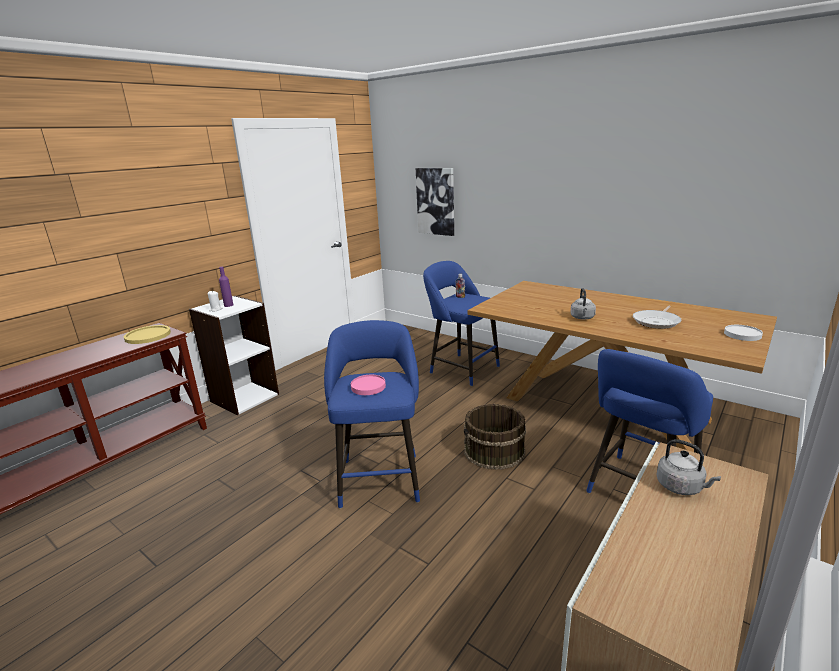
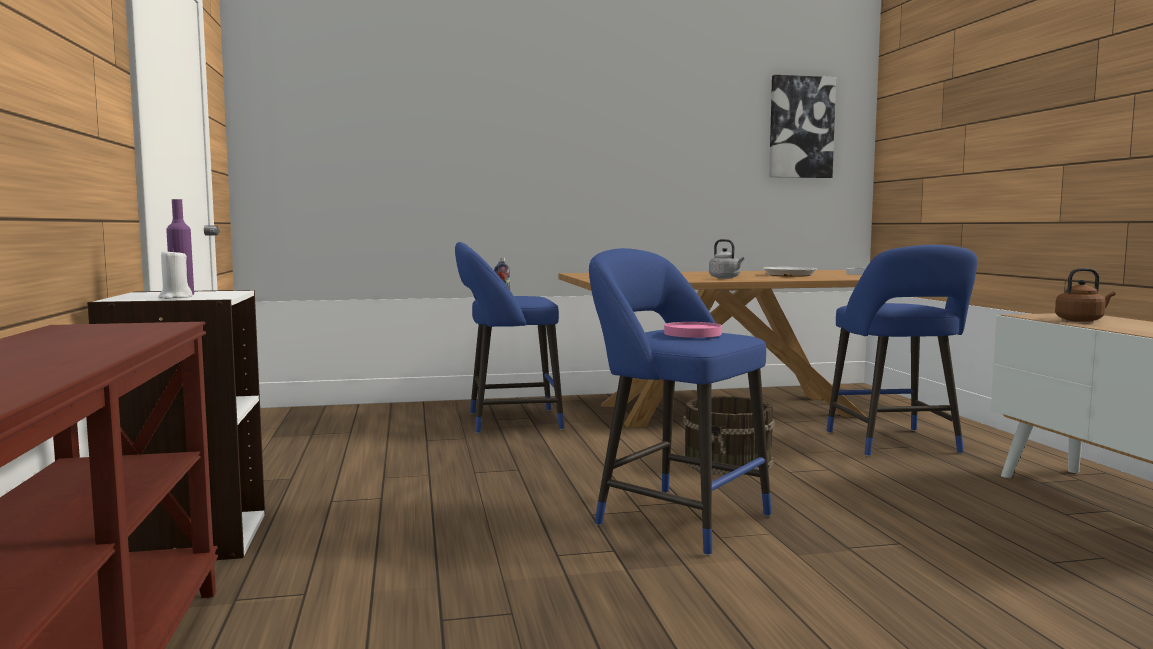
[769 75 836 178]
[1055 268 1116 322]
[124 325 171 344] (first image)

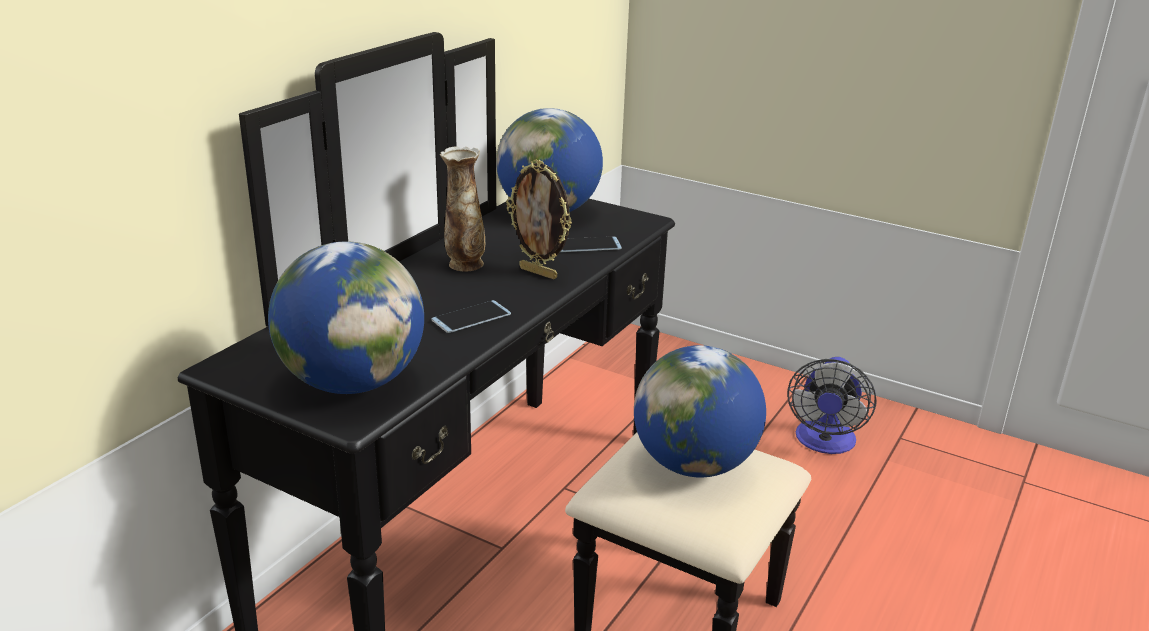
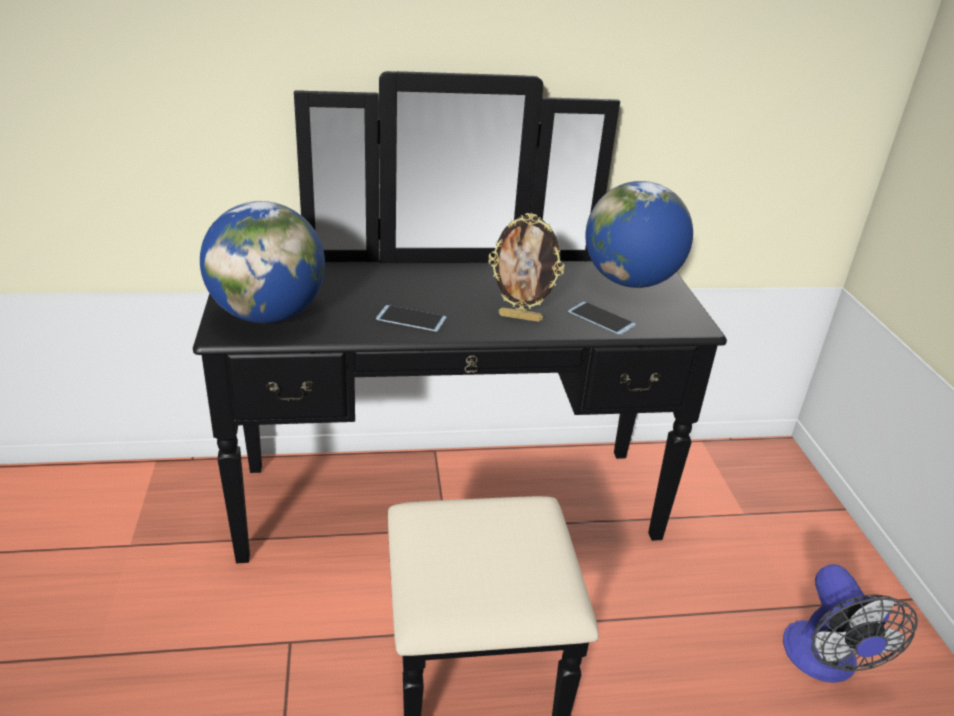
[488 213 565 322]
[783 564 918 683]
[439 147 485 271] (first image)
[634 345 766 477] (first image)

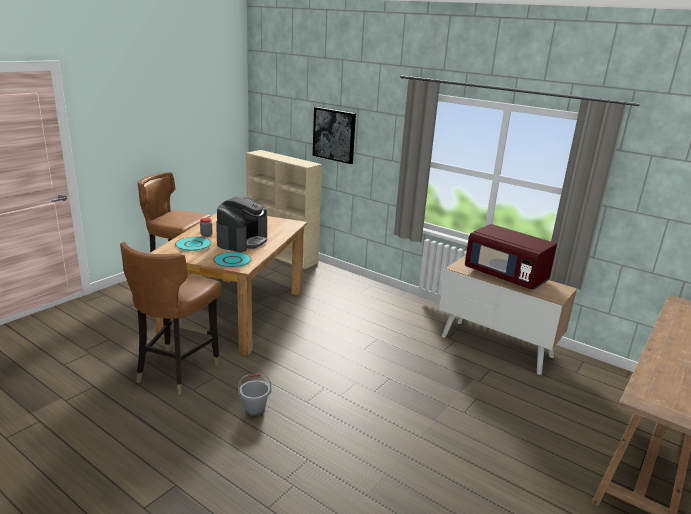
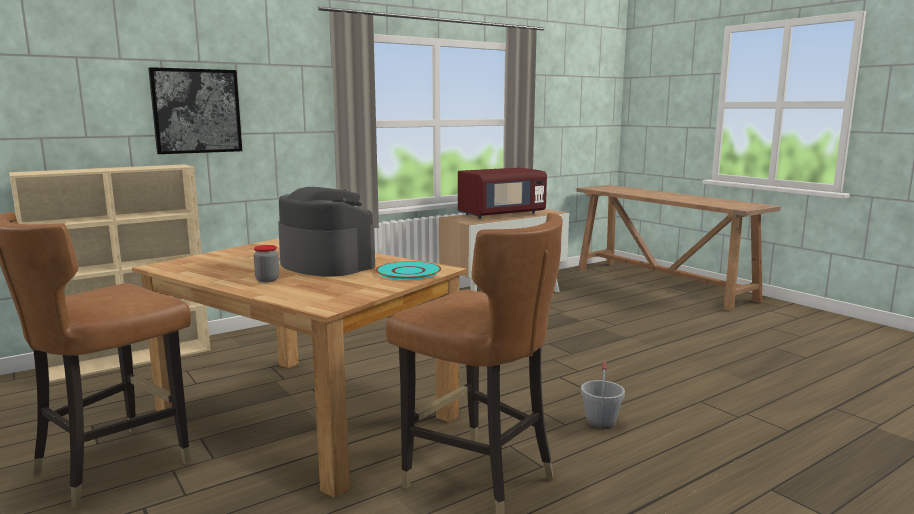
[175 237 212 251] (first image)

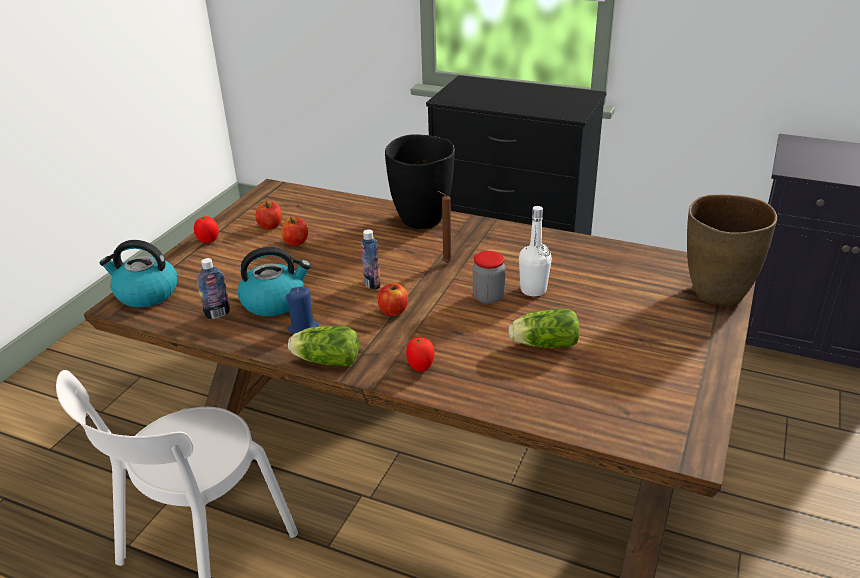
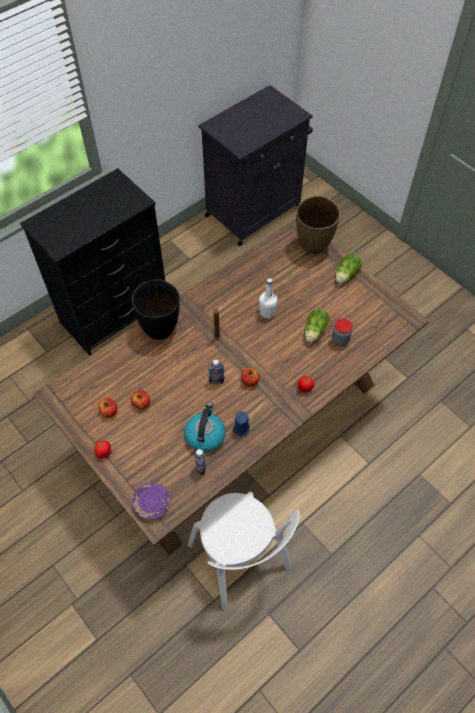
[132 483 170 519]
[332 318 353 346]
[335 254 362 283]

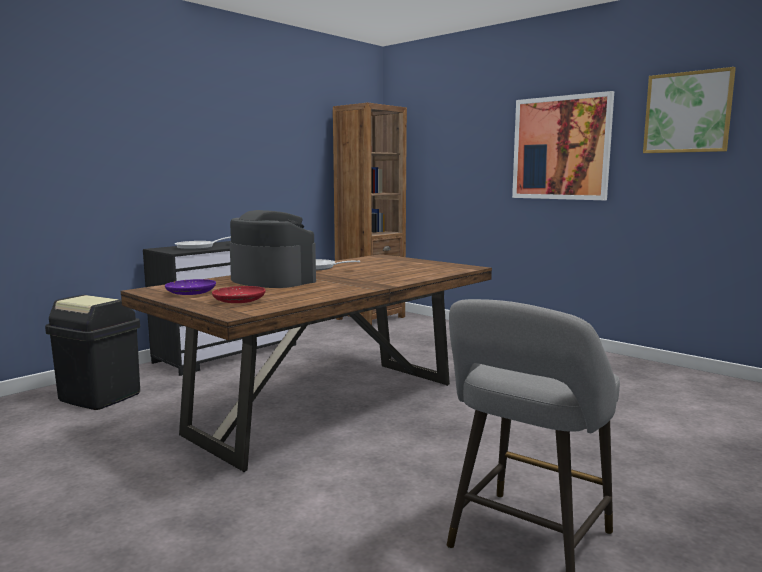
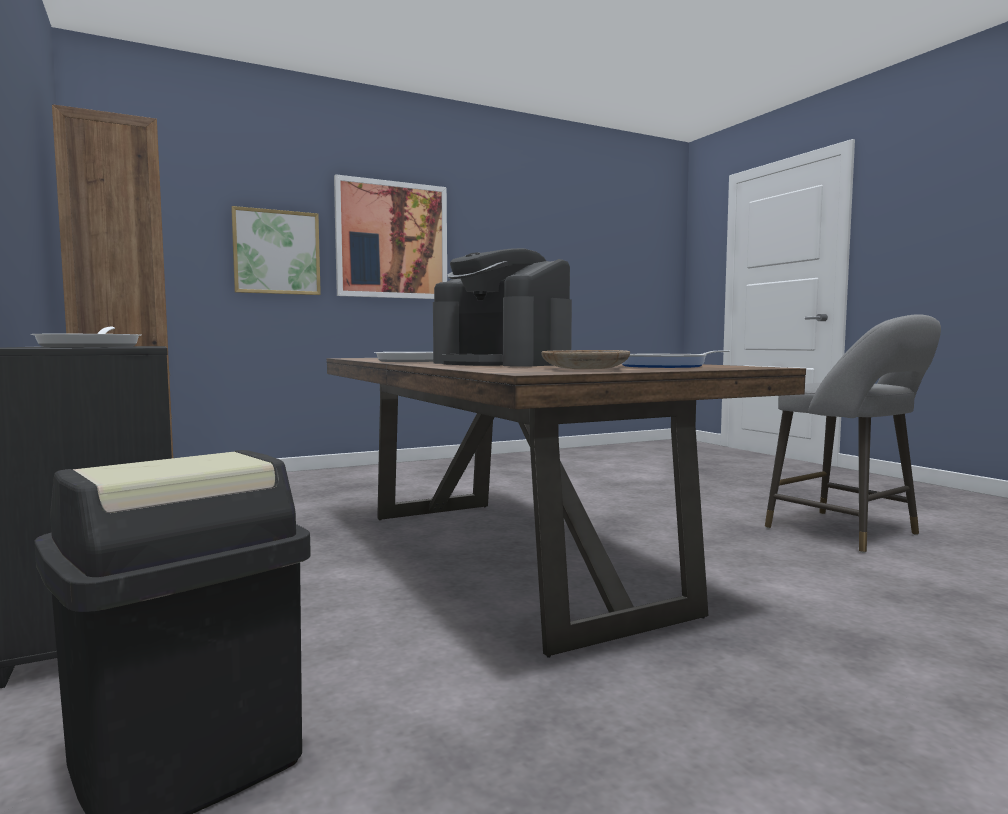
[231 206 321 295]
[433 248 572 367]
[541 350 630 369]
[622 351 730 368]

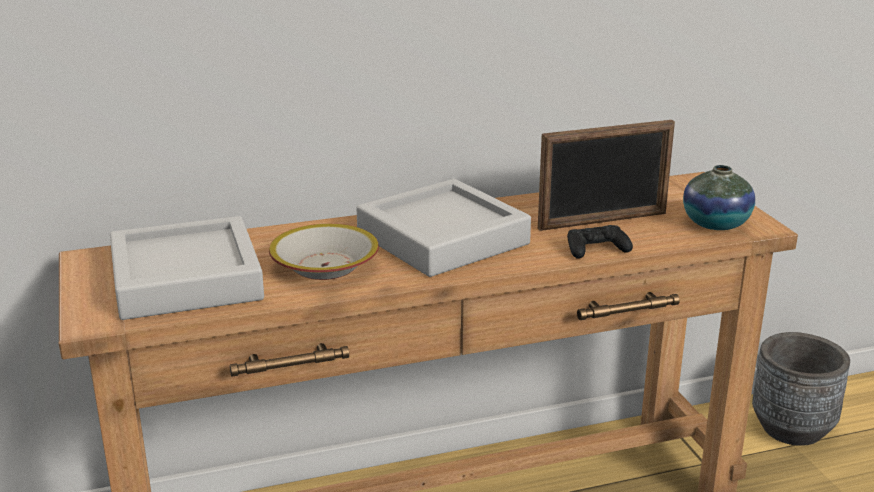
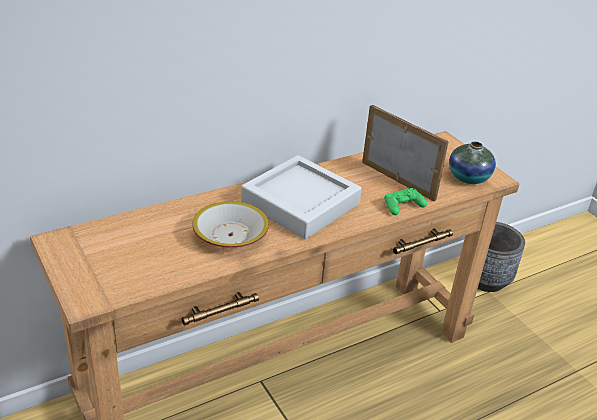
[362 105 449 201]
[384 188 427 215]
[110 216 264 320] (first image)

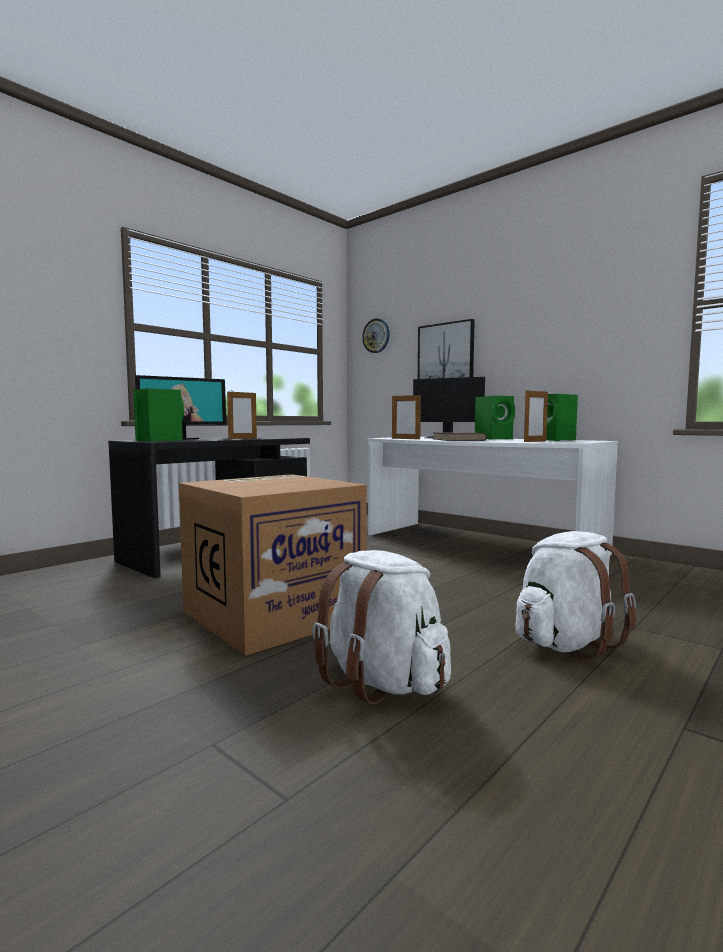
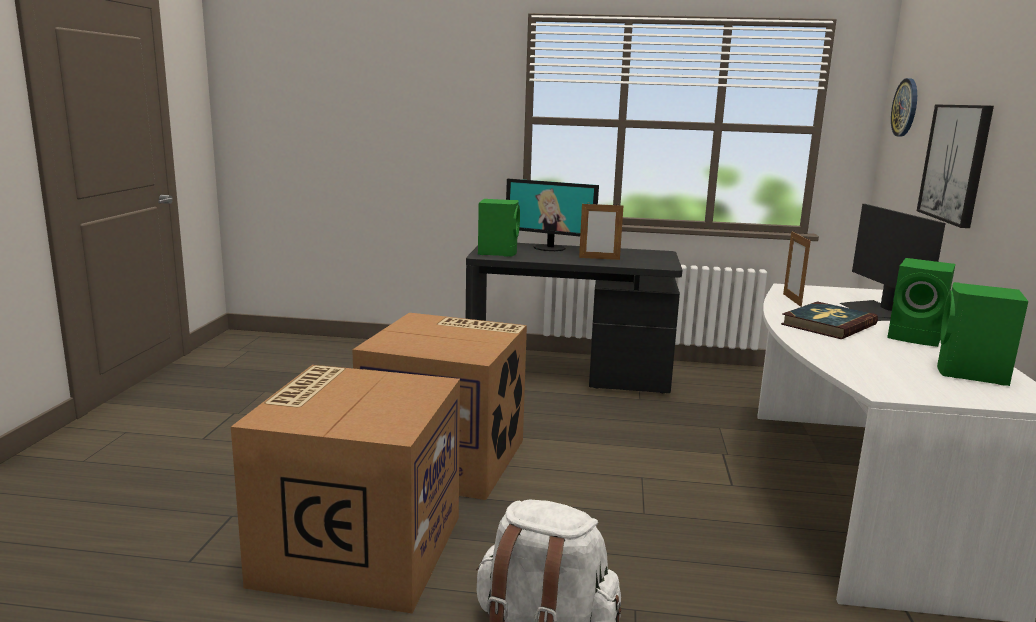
[231 365 460 613]
[524 390 548 442] (first image)

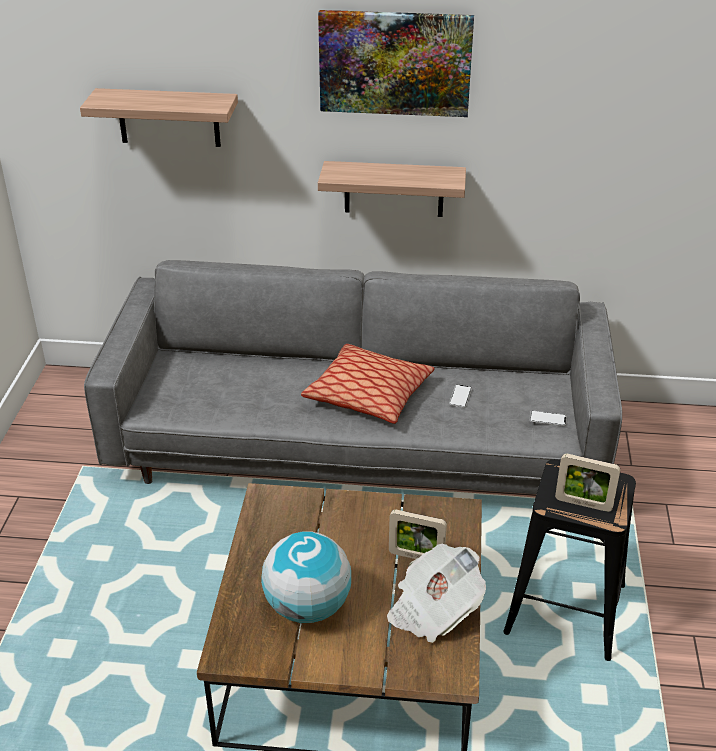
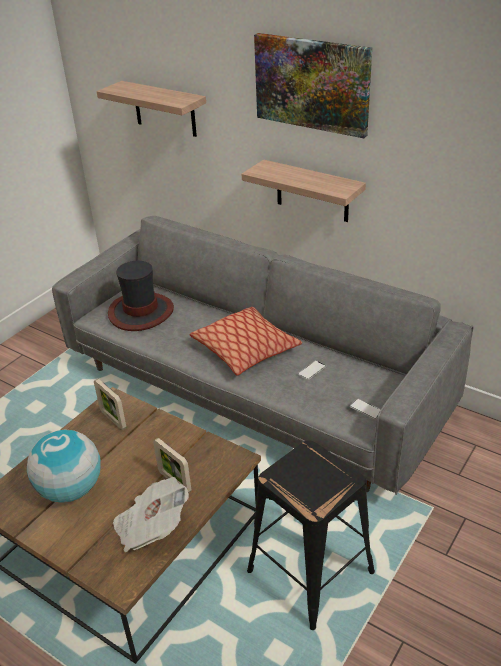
[94 379 126 430]
[108 261 174 331]

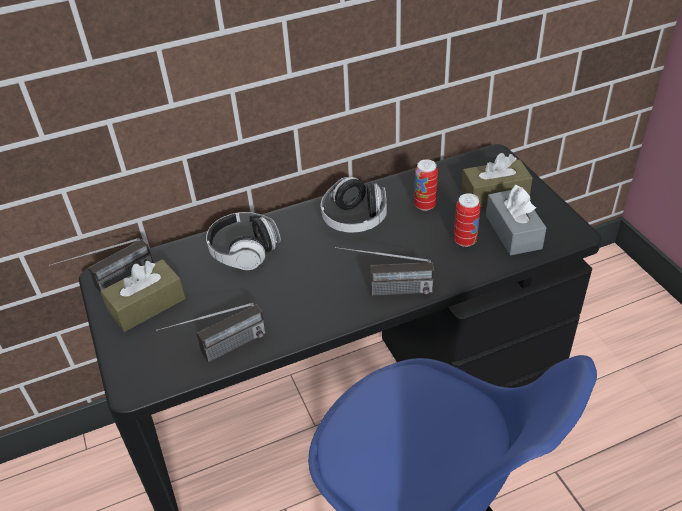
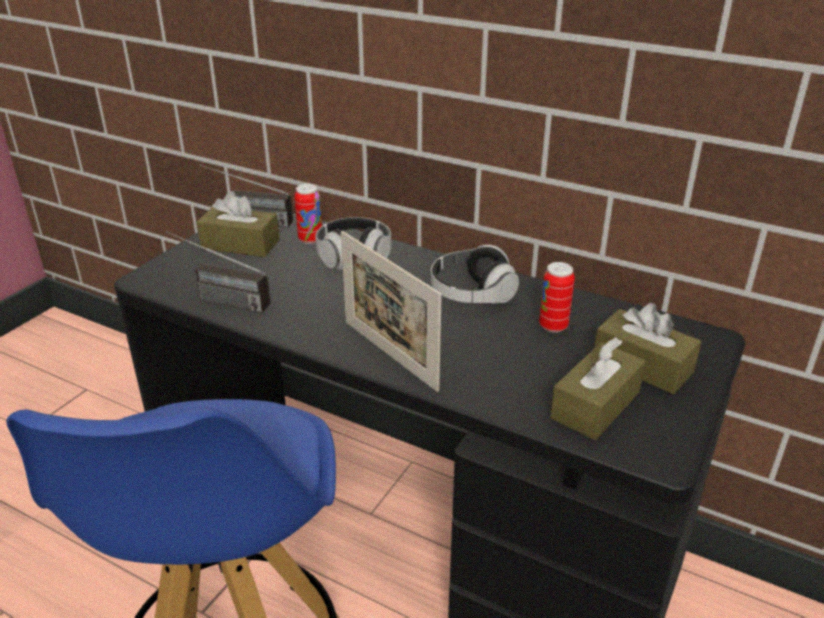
[294 184 322 244]
[341 231 442 392]
[550 337 646 440]

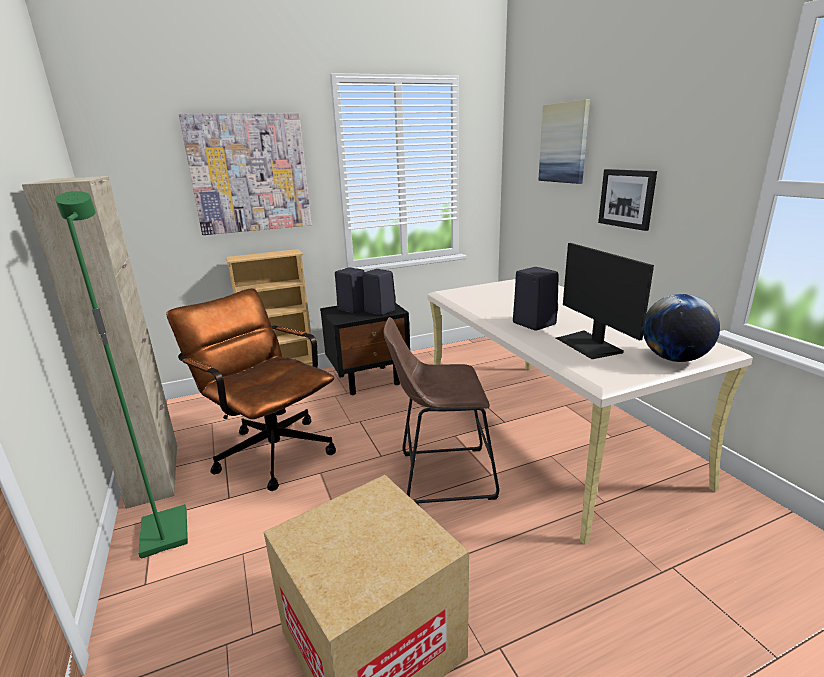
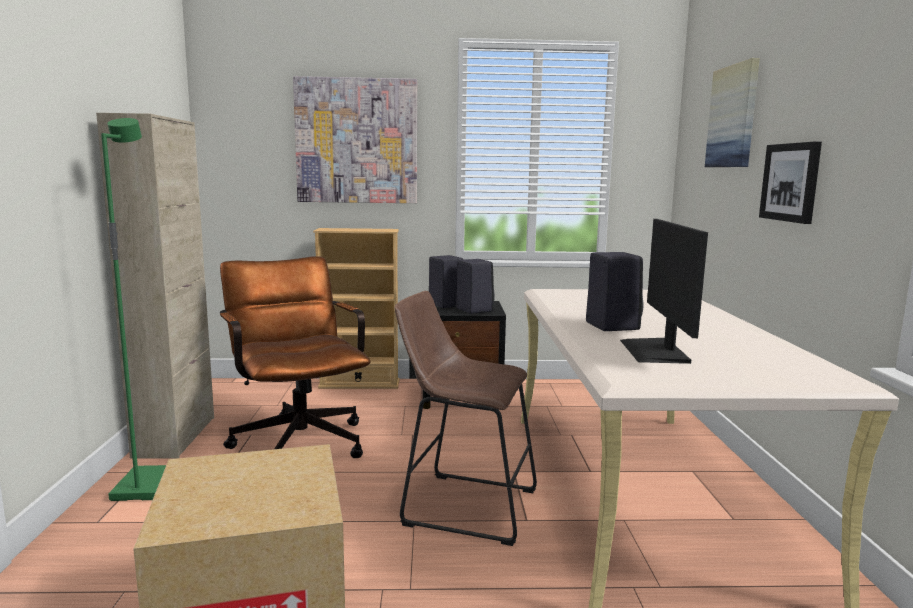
[643 294 720 362] (first image)

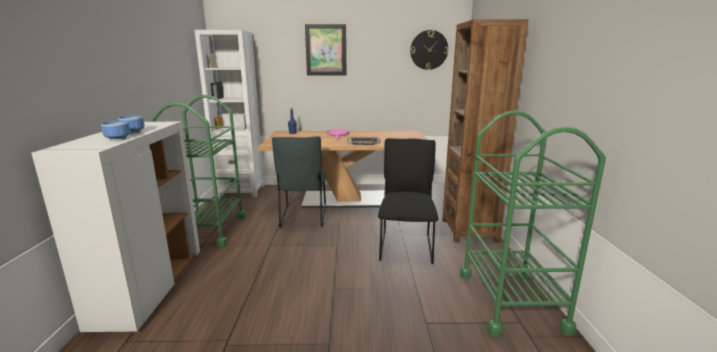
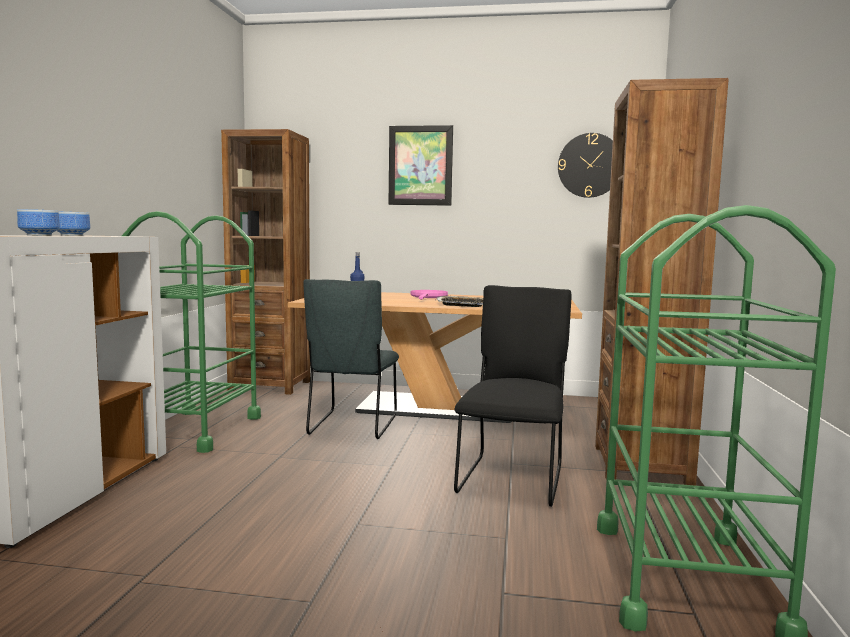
[221 129 310 395]

